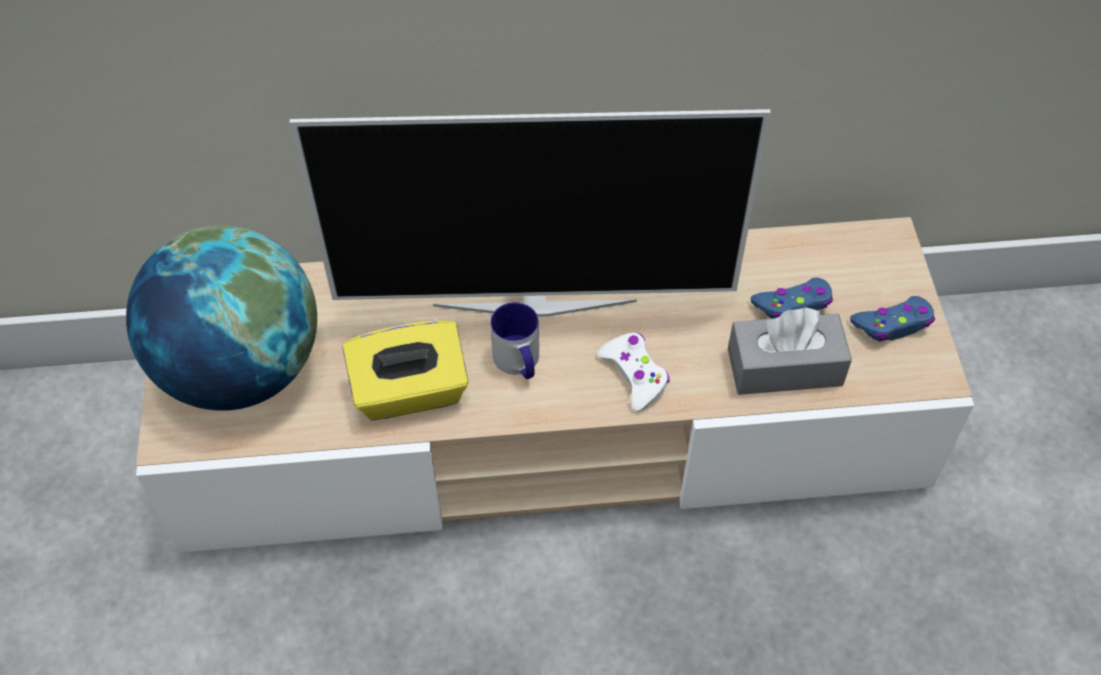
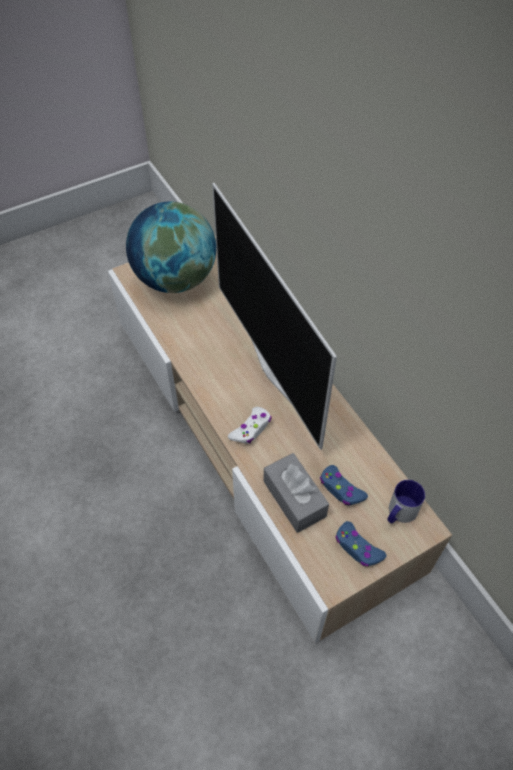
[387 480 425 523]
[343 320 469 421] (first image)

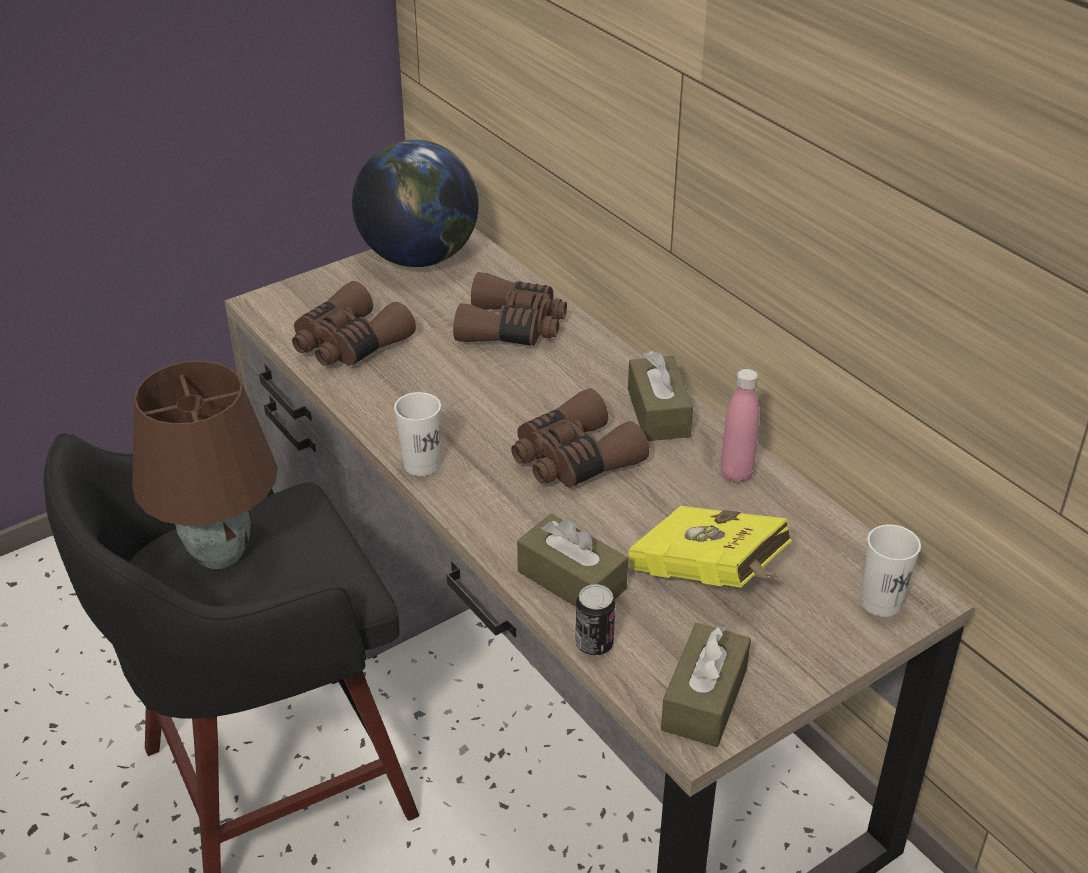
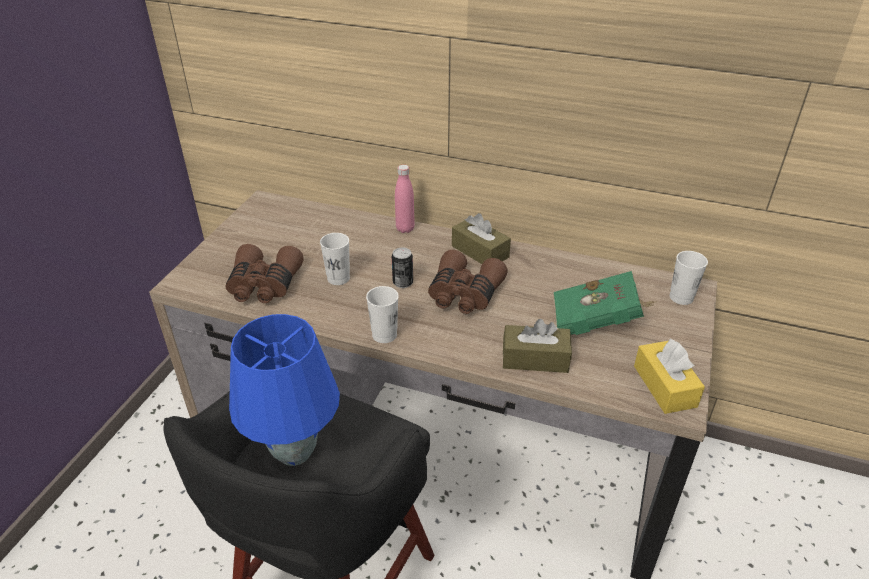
[229 314 340 466]
[320 233 350 285]
[392 247 413 288]
[395 165 415 233]
[554 271 657 335]
[634 339 705 414]
[352 140 479 267] (first image)
[453 272 567 346] (first image)

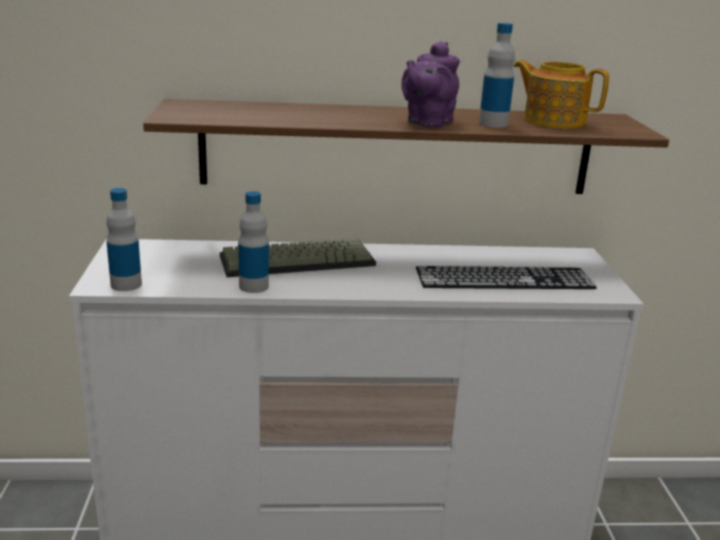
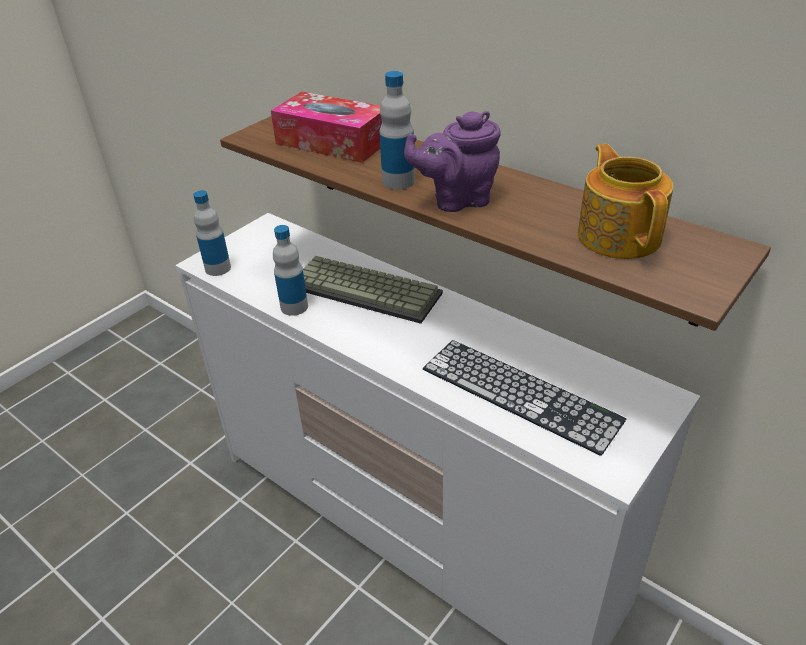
[271 92 382 163]
[379 71 415 190]

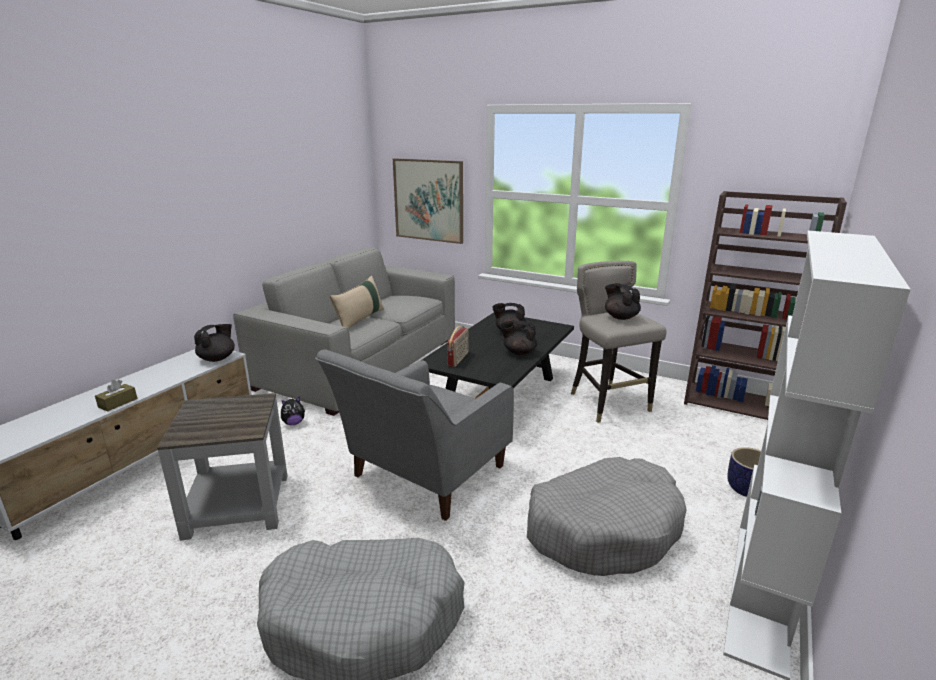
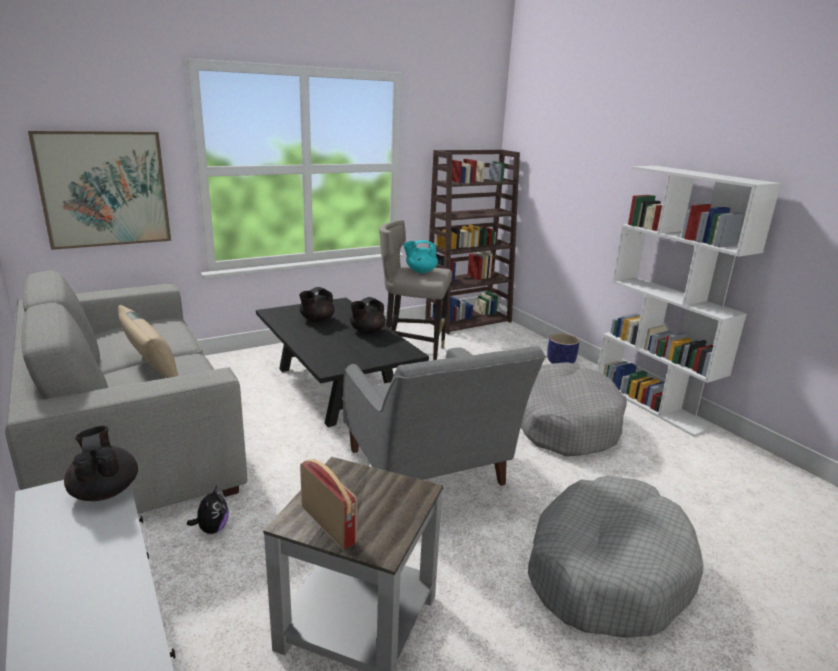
[300 459 357 550]
[403 240 438 273]
[95 380 137 412] (first image)

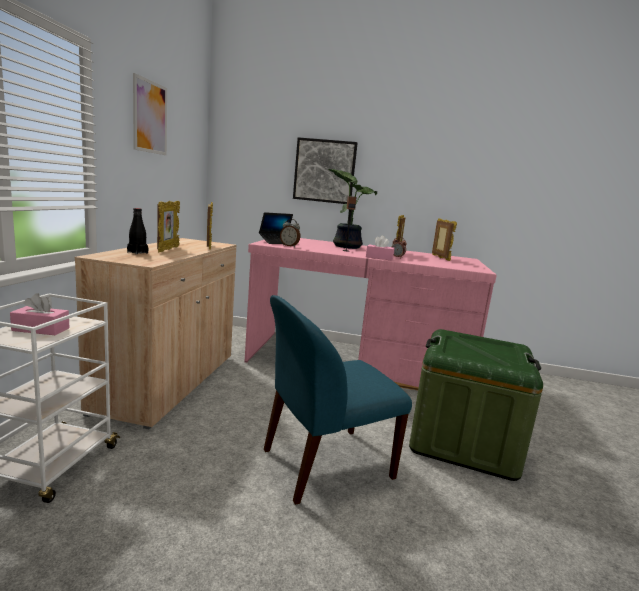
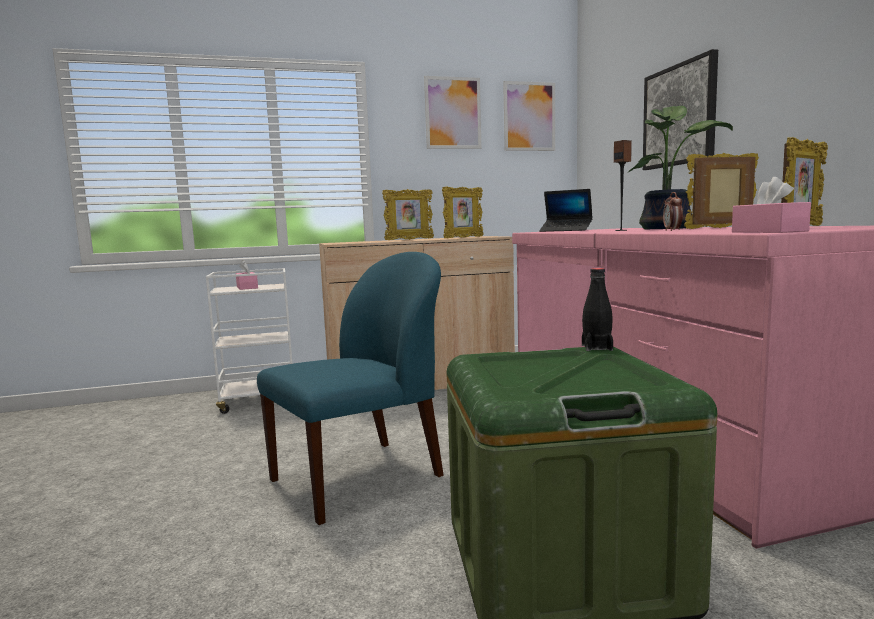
[257 252 444 525]
[503 81 555 151]
[582 268 613 351]
[732 177 811 233]
[280 219 300 247] (first image)

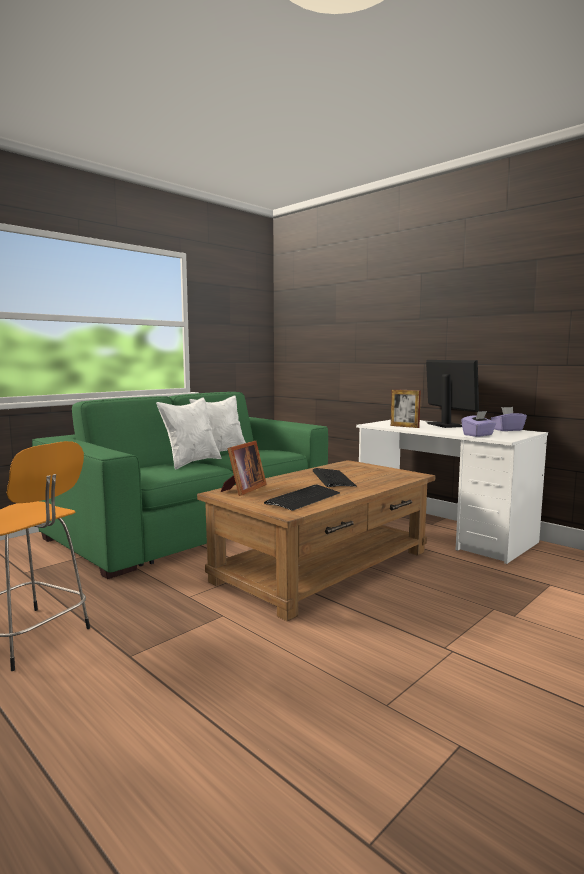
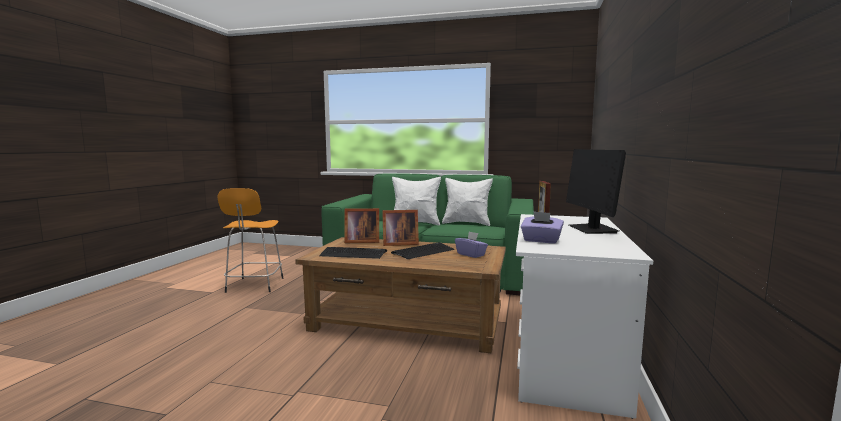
[382 210 419 246]
[455 231 488 258]
[566 149 626 234]

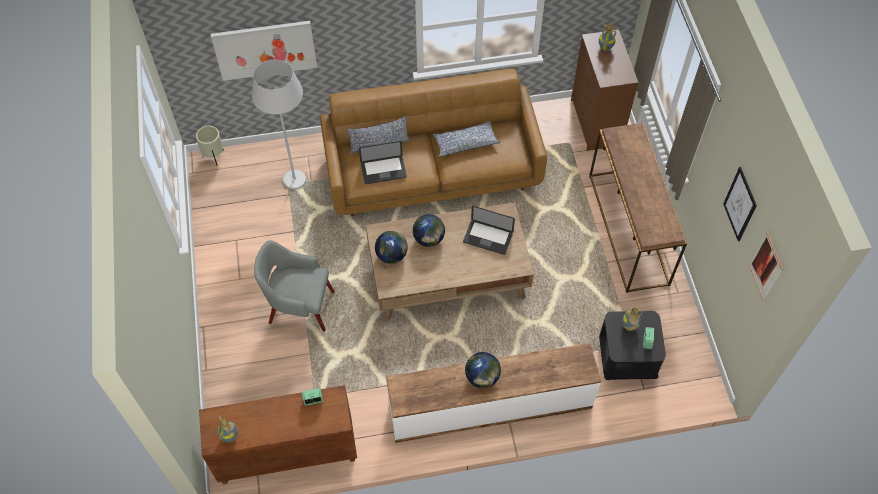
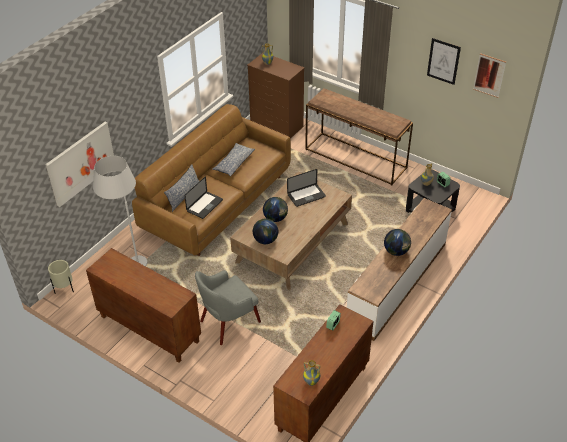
[86 248 201 363]

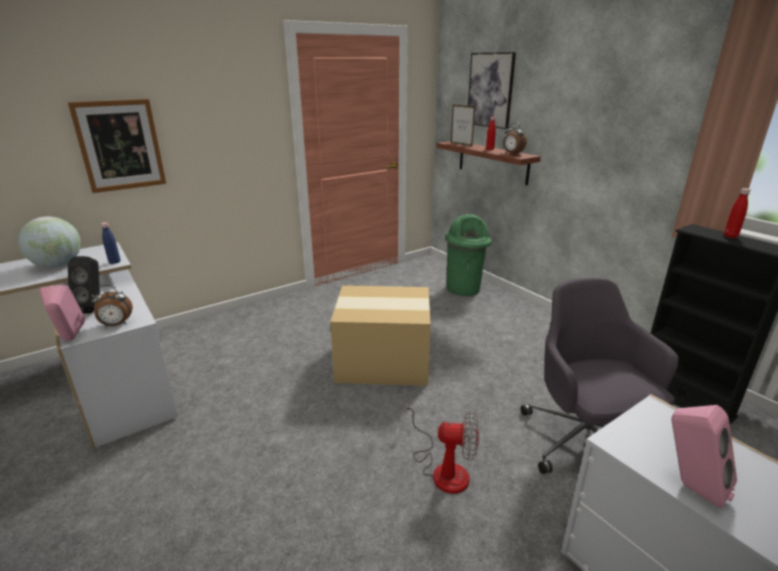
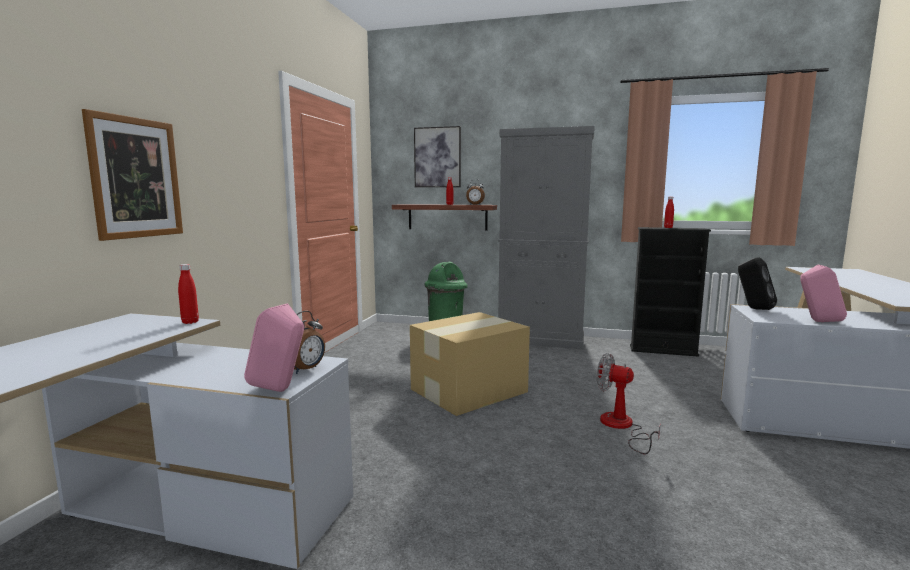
[178 264 199 324]
[498 126 595 349]
[597 353 661 454]
[738 258 777 310]
[18 216 81 268] (first image)
[451 105 475 146] (first image)
[521 277 679 474] (first image)

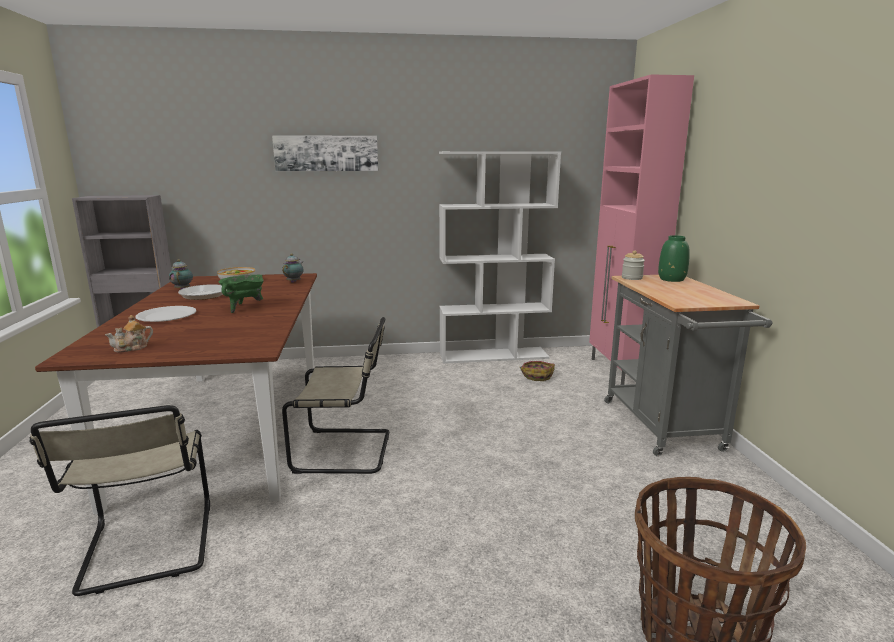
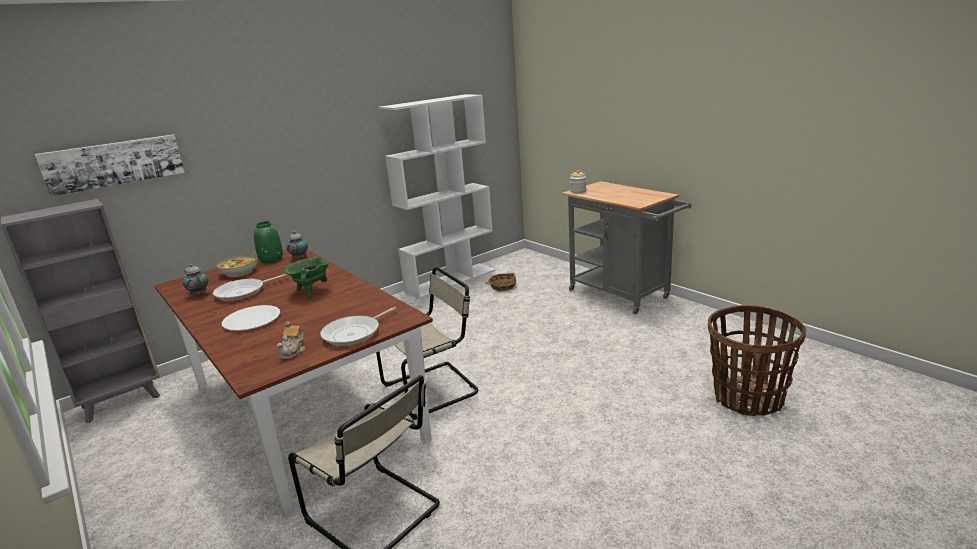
[35 134 185 197]
[254 221 283 264]
[320 307 396 346]
[589 74 694 385] (first image)

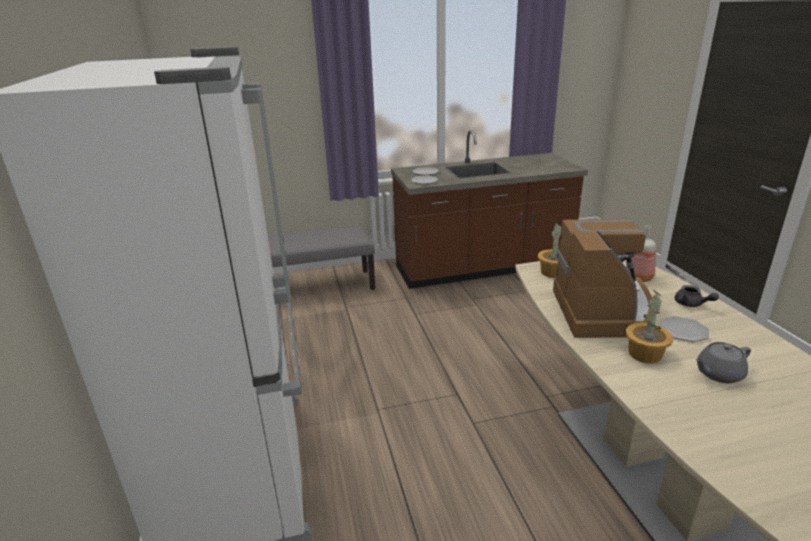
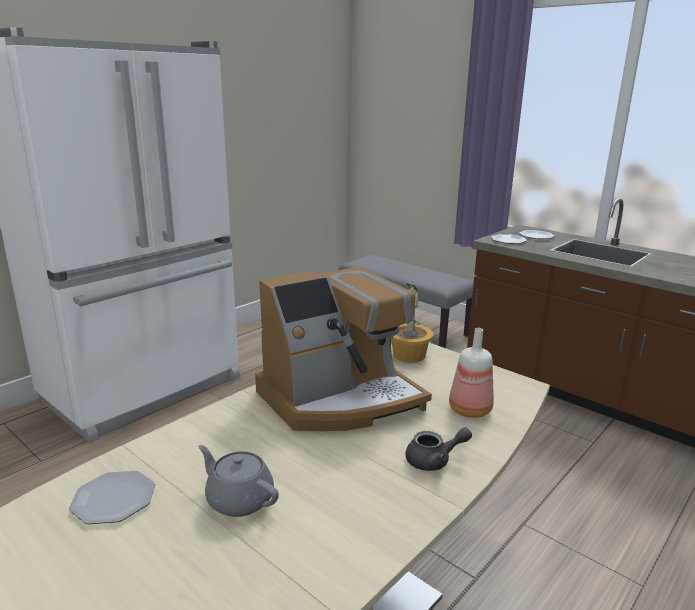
[69 471 155 524]
[405 427 472 471]
[625 289 673 364] (first image)

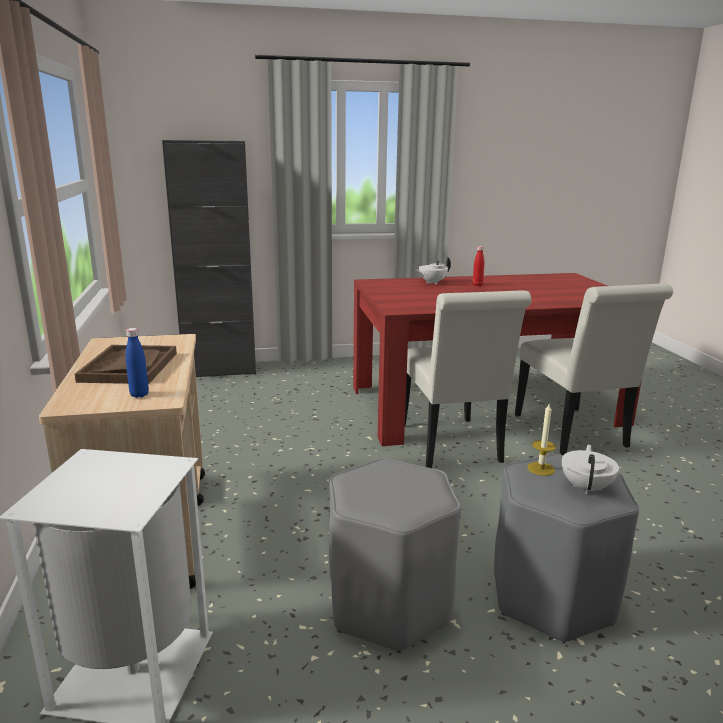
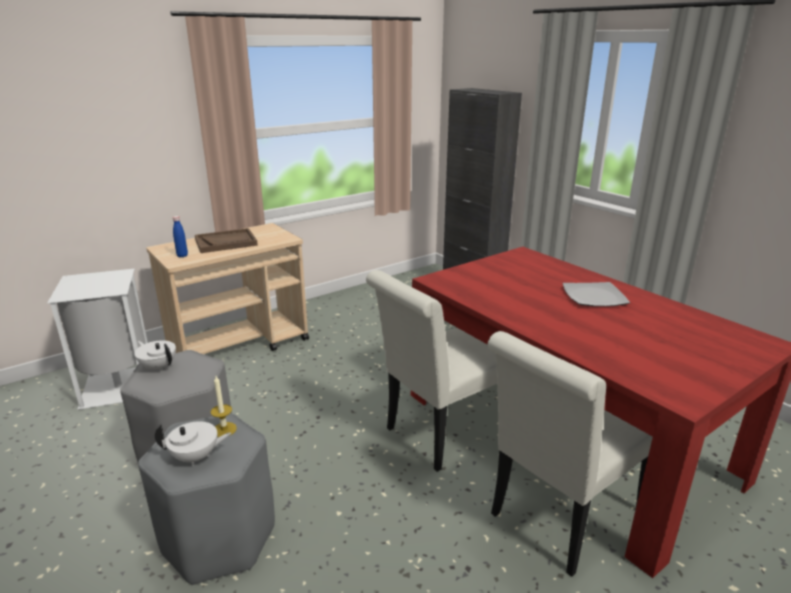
[134 340 176 371]
[563 282 630 307]

